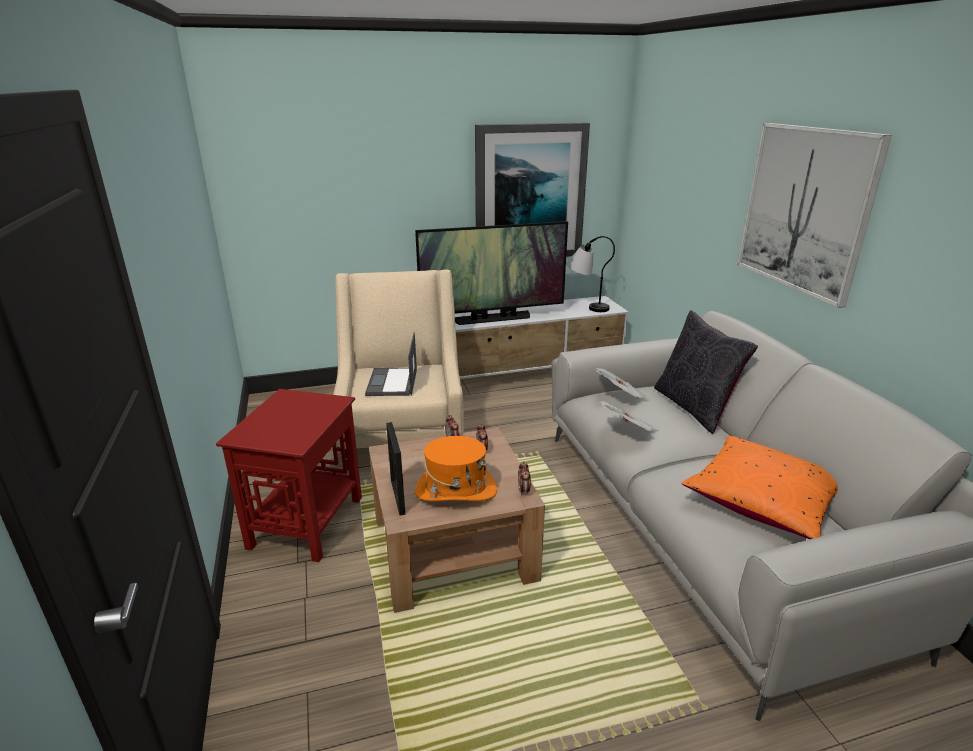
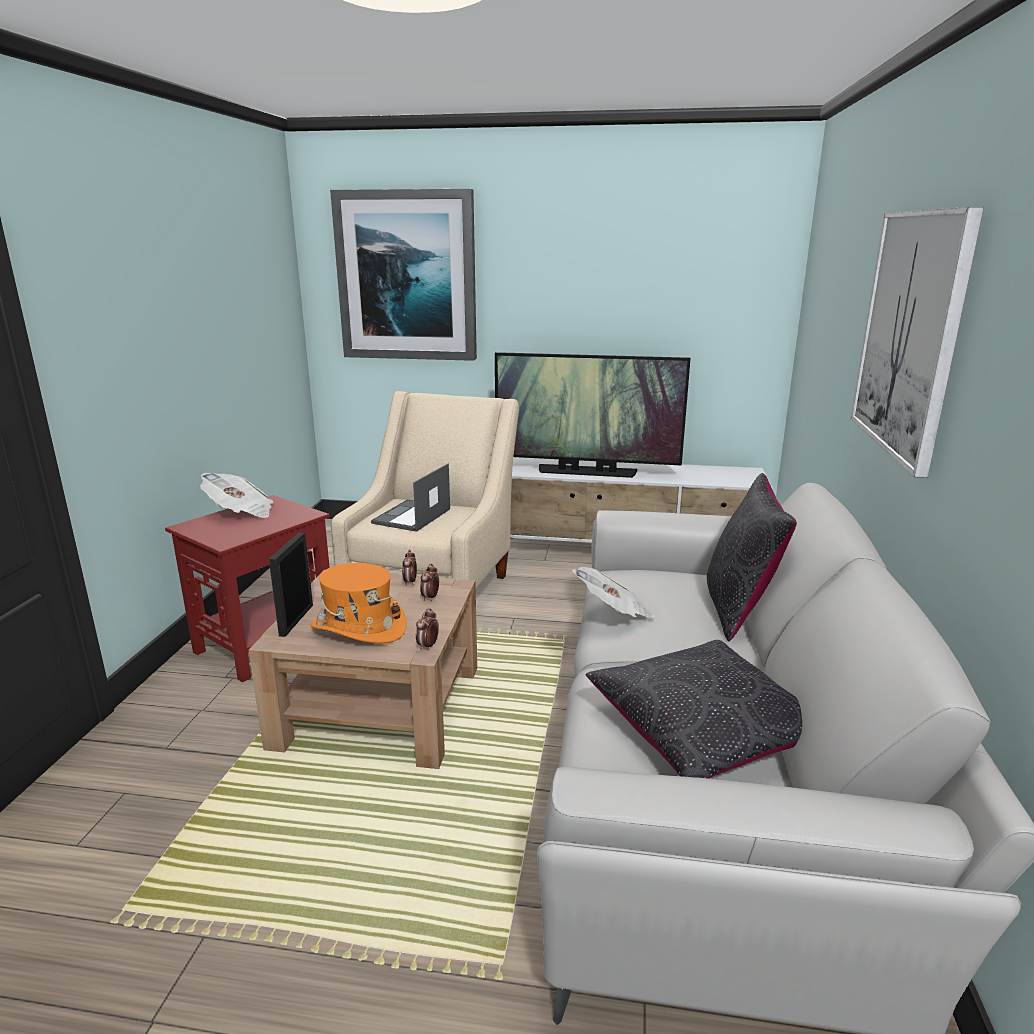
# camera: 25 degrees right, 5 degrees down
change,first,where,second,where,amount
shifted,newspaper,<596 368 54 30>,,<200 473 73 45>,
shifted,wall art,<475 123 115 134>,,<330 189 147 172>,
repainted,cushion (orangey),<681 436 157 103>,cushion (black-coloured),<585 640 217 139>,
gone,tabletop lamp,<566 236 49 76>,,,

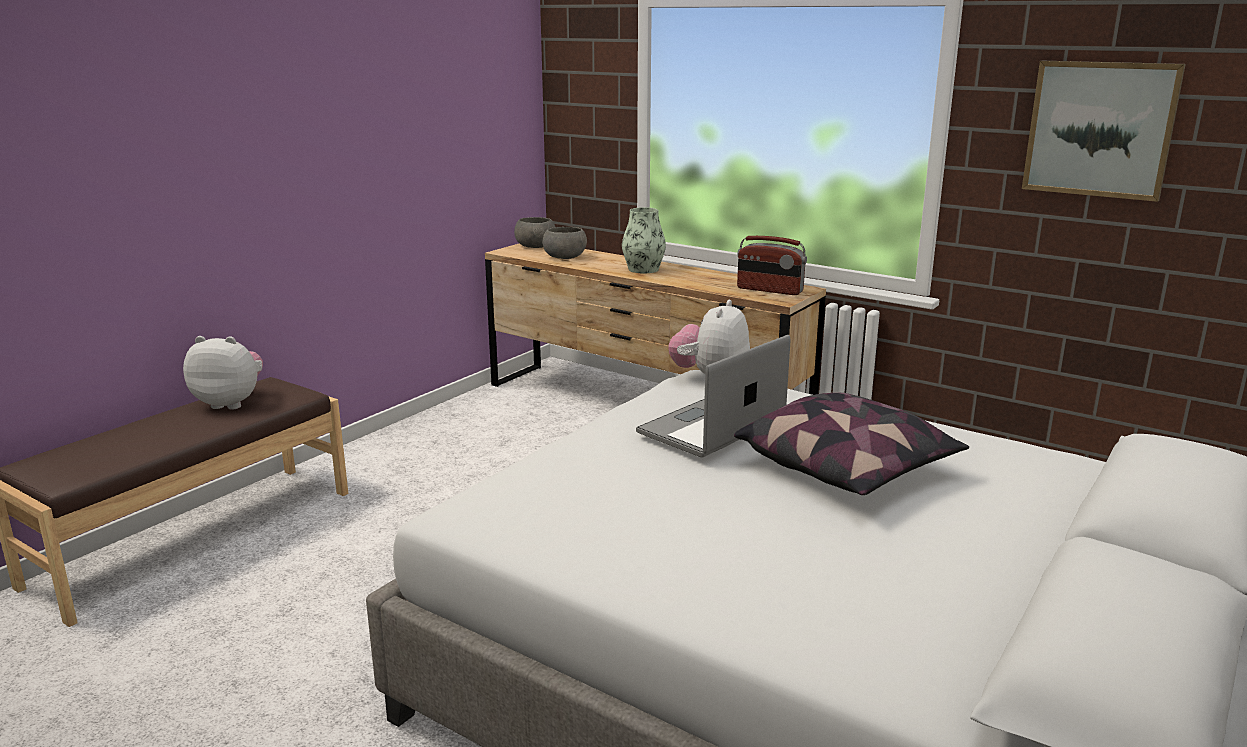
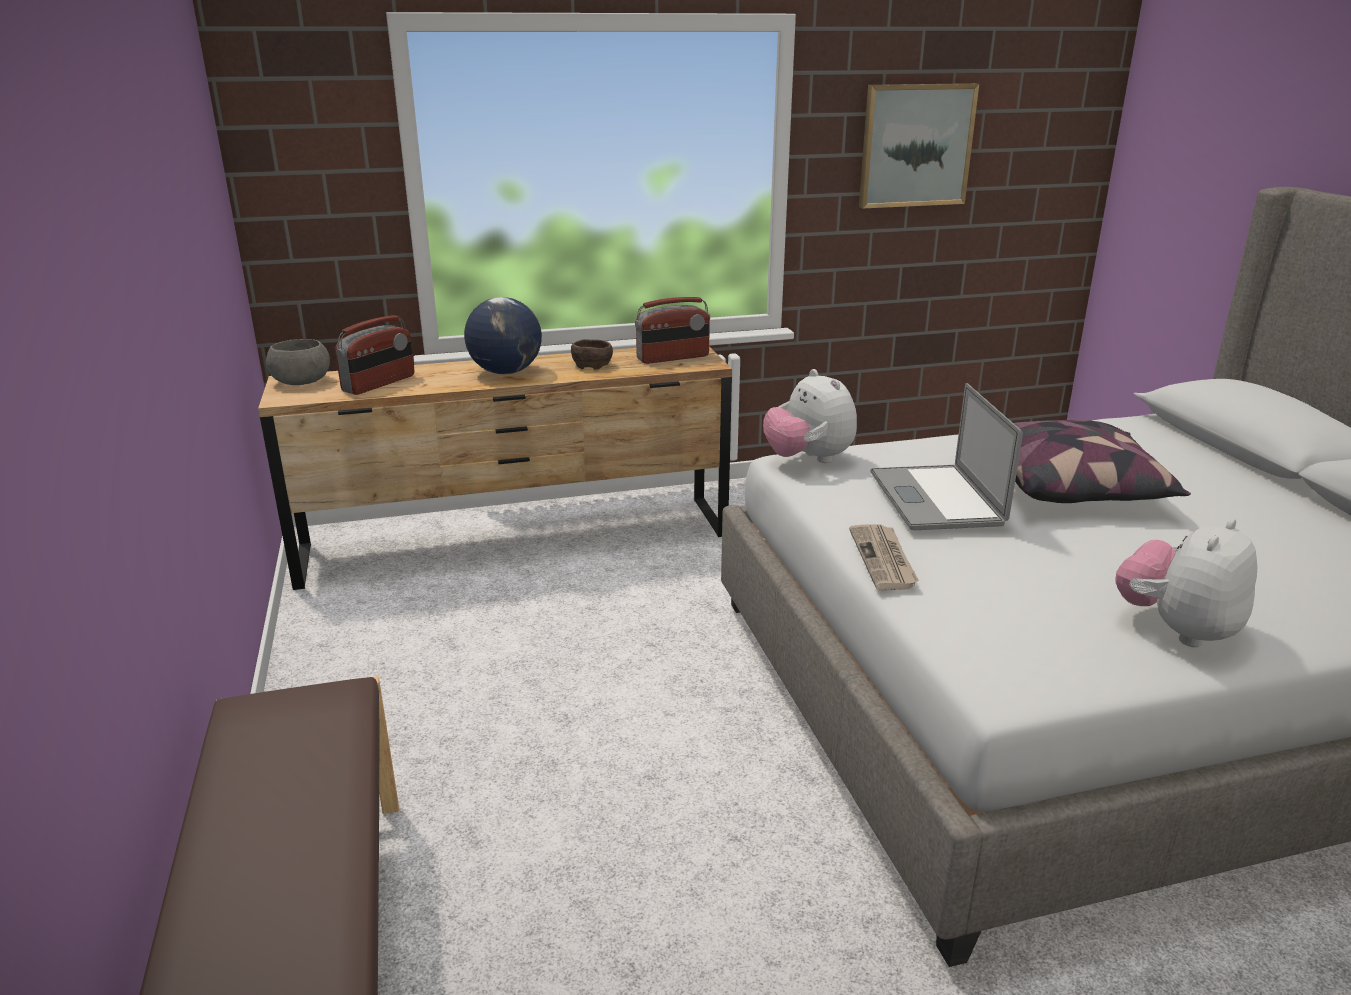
# camera: 50 degrees left, 5 degrees up
change,first,where,second,where,amount
swapped,bowl (gray),<543 227 44 32>,radio receiver,<335 315 79 80>,
swapped,flower vase,<622 207 44 66>,desk globe,<464 297 78 77>,
new,,,bowl (brown-coloured),<571 339 42 30>,
new,,,newspaper,<849 524 70 66>,
shifted,cuddly toy,<183 336 80 74>,,<1115 518 142 129>,

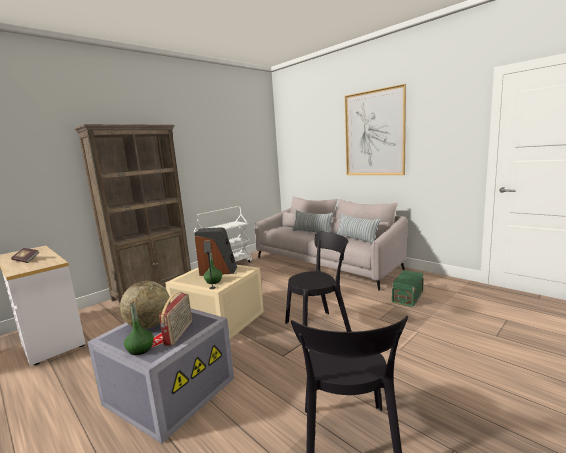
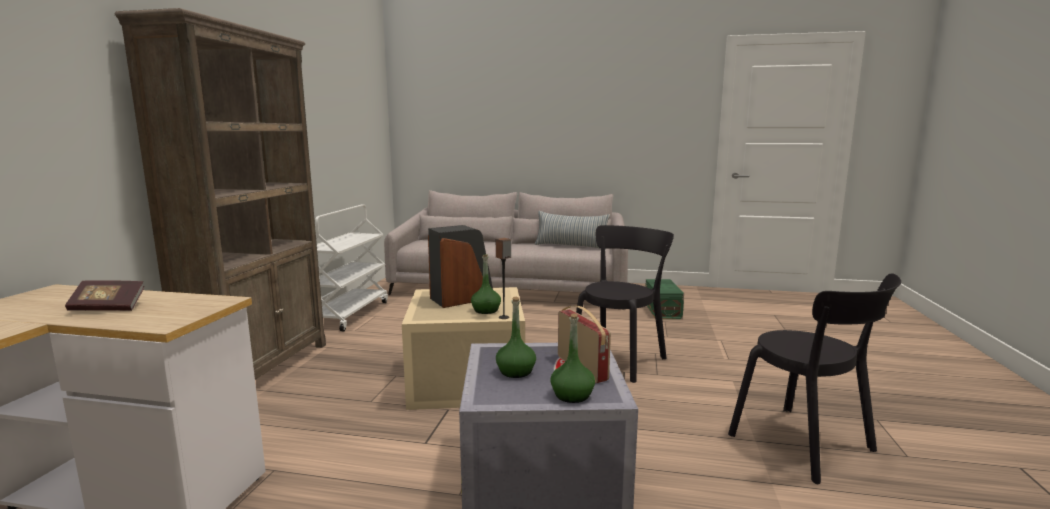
# camera: 35 degrees left, 0 degrees up
change,first,where,second,where,amount
swapped,desk globe,<120 281 51 48>,beverage bottle (green),<496 297 40 81>,
gone,cushion,<292 210 42 23>,,,
gone,wall art,<345 84 61 91>,,,

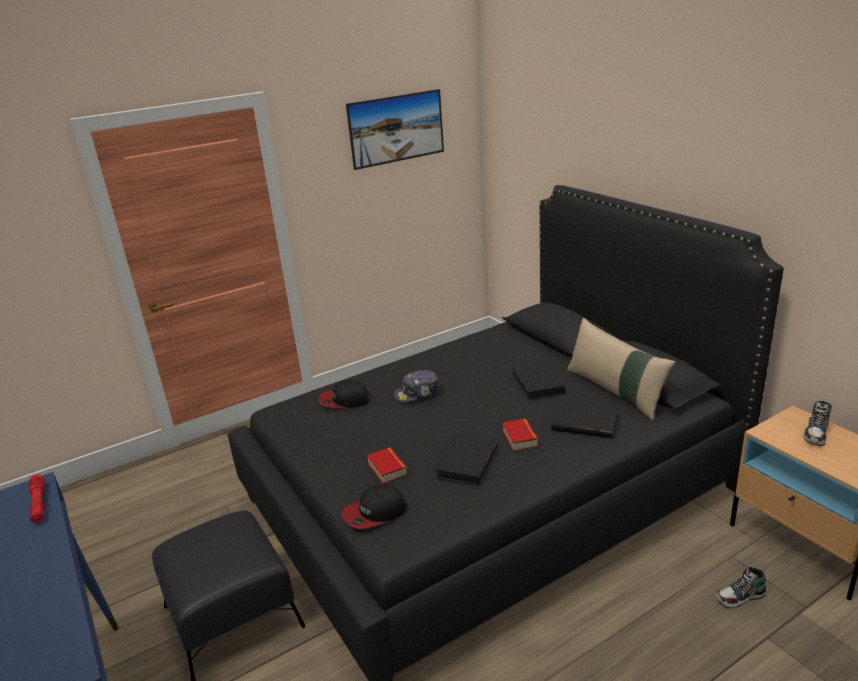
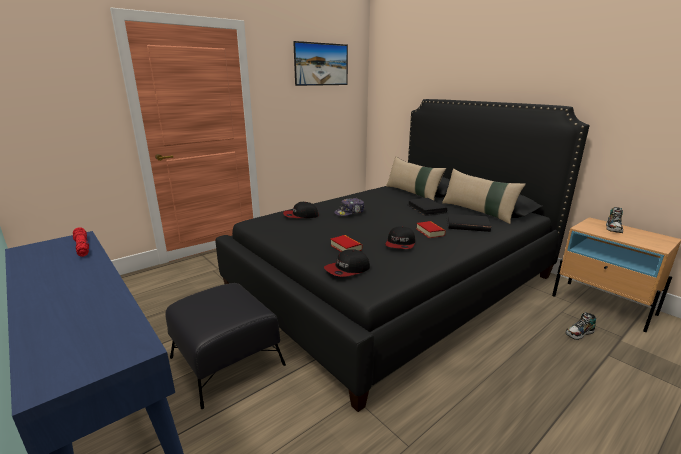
# camera: 10 degrees left, 5 degrees down
change,first,where,second,where,amount
swapped,book (black-coloured),<434 434 64 51>,baseball cap,<385 226 30 23>,
new,,,cushion (beige),<386 156 60 45>,

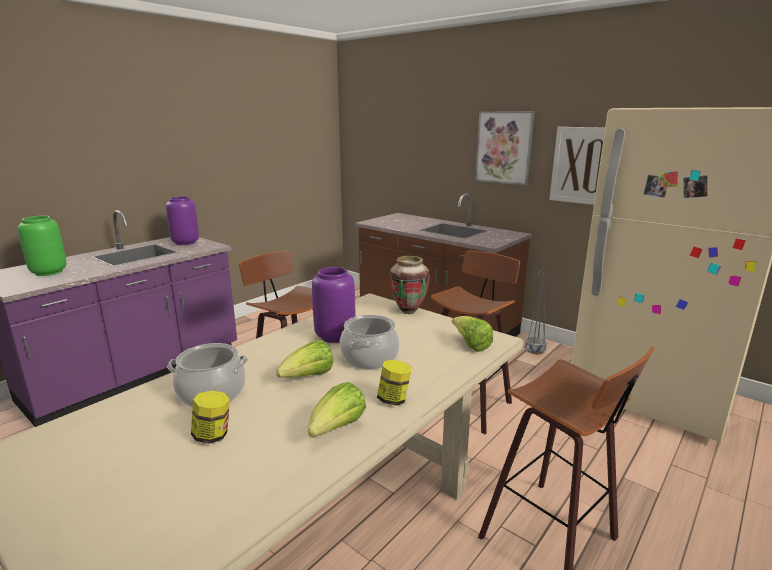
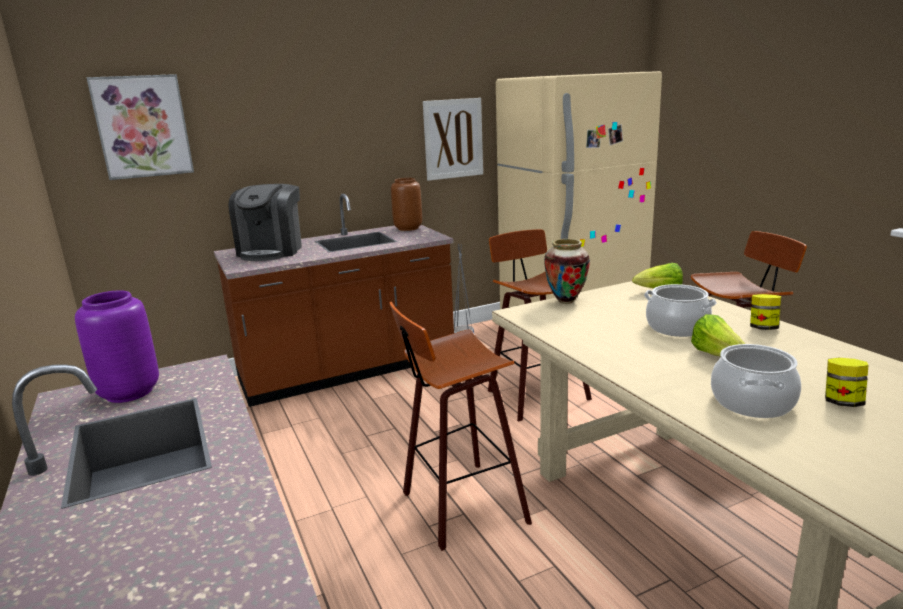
# camera: 65 degrees left, 0 degrees up
change,first,where,second,where,amount
shifted,wall art,<475 111 60 75>,,<86 74 108 106>,
new,,,coffee brewer,<228 184 74 77>,
new,,,flower vase (brown-coloured),<391 178 31 53>,
gone,flower vase (green),<18 216 49 60>,,,
gone,lettuce,<308 382 58 55>,,,
gone,flower vase (purple-coloured),<312 267 43 76>,,,

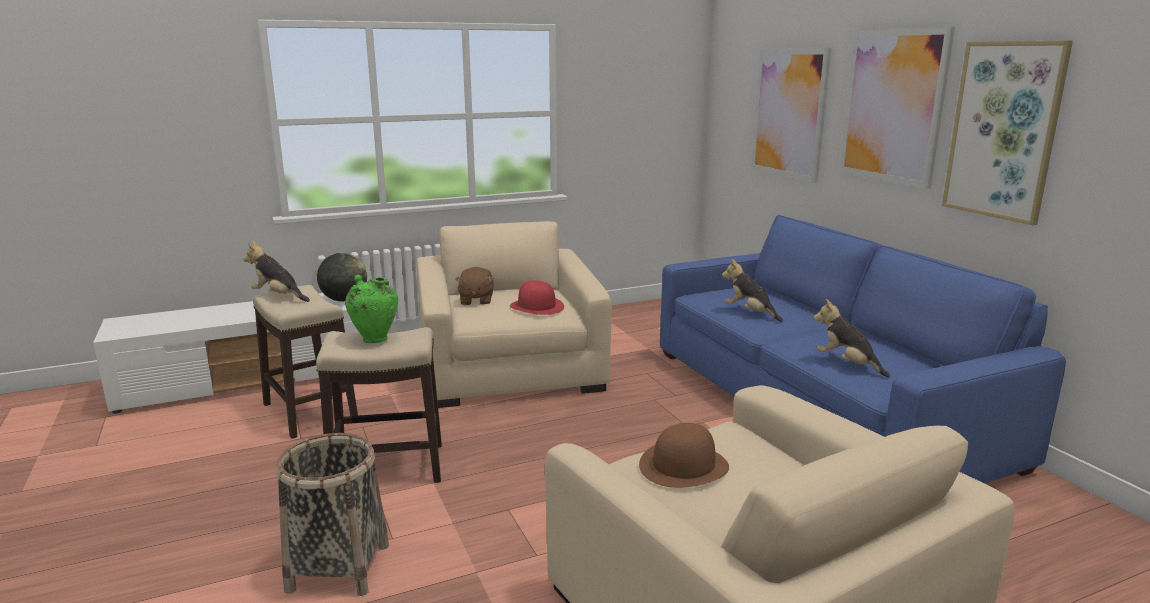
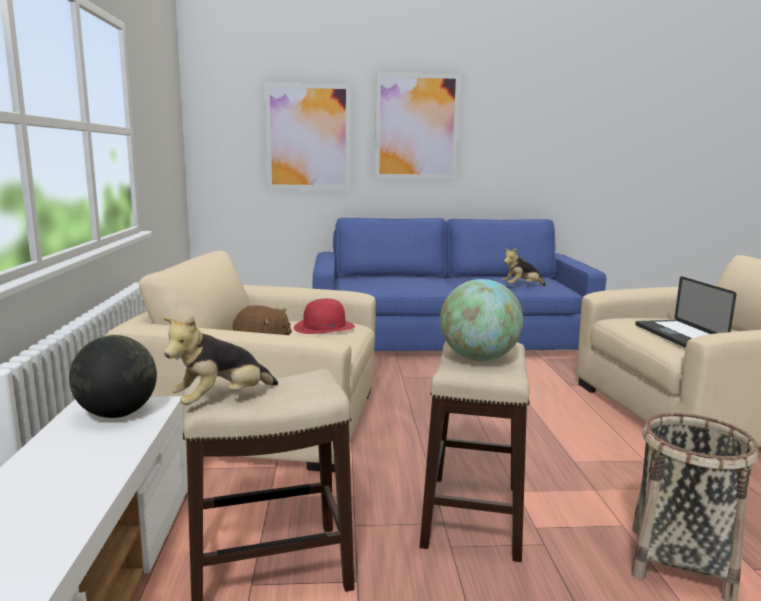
# camera: 70 degrees left, 5 degrees down
change,first,where,second,where,amount
swapped,flower vase (green),<345 275 53 68>,desk globe,<440 279 83 82>,
swapped,clothing hat (brown-coloured),<639 423 90 65>,laptop,<635 276 101 71>,
gone,cuddly toy,<722 259 61 63>,,,
gone,wall art,<942 40 131 185>,,,

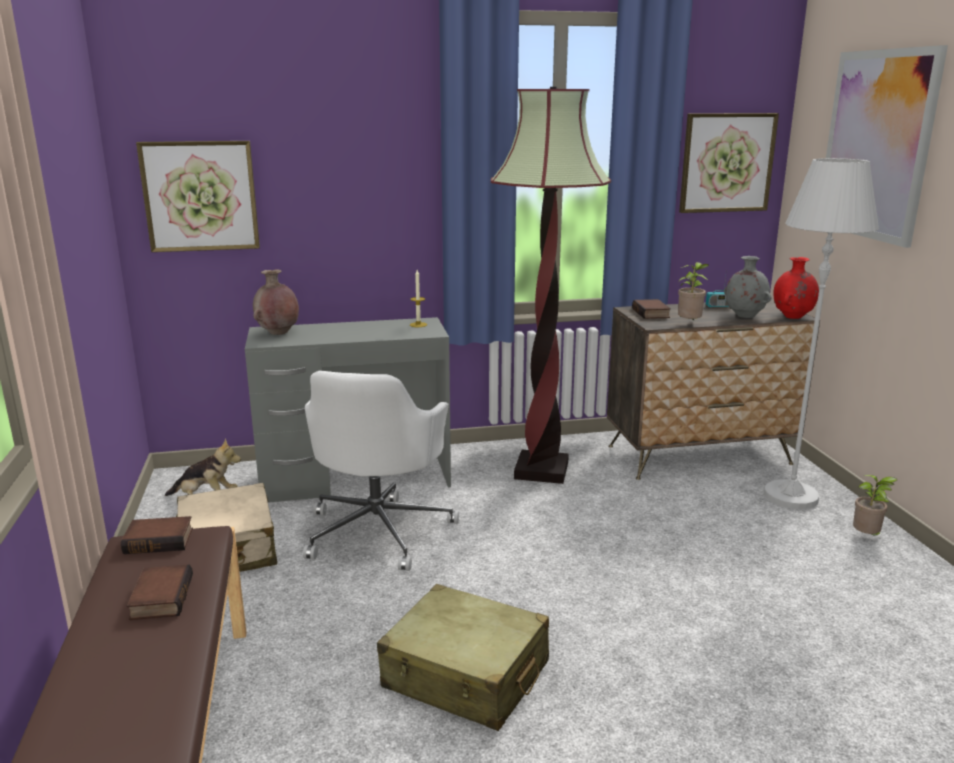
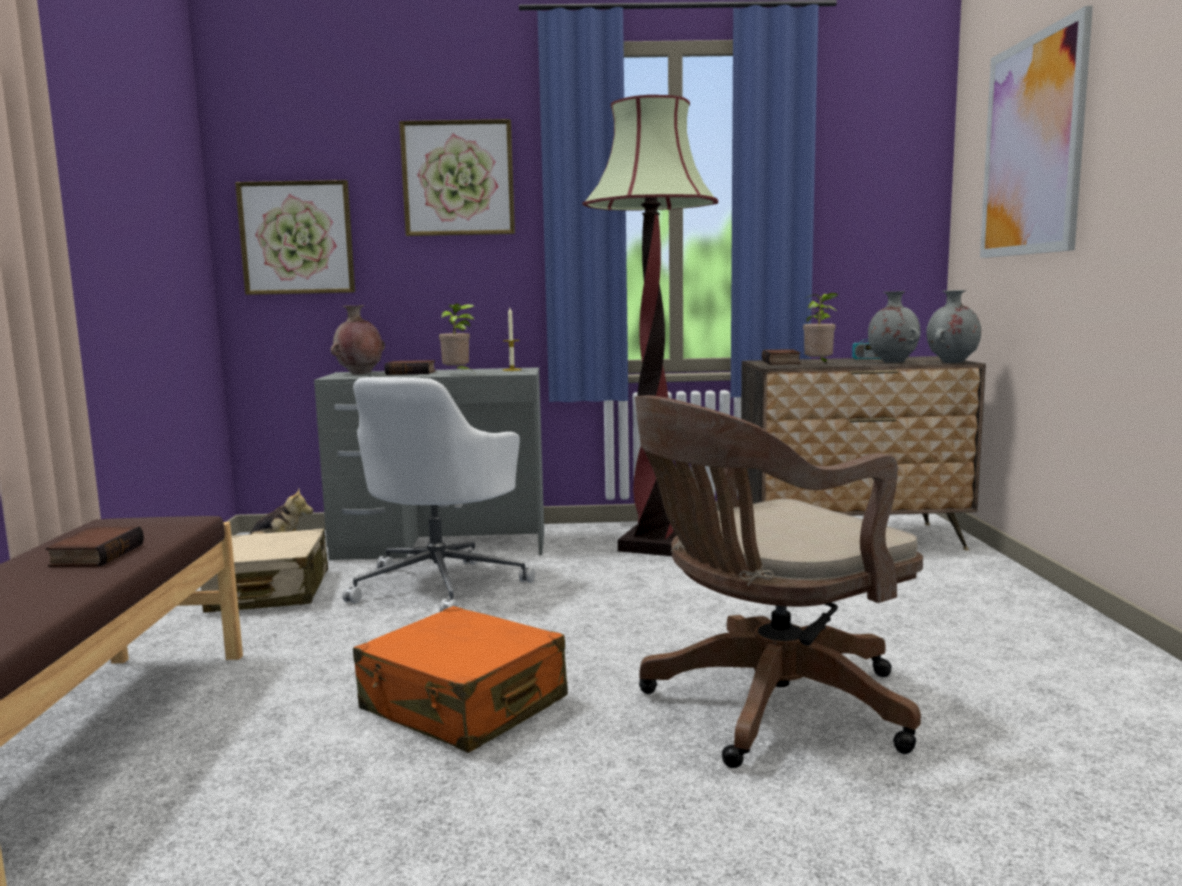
# camera: 10 degrees right, 10 degrees down
change,first,where,second,where,amount
repainted,travel case (beige),<377 584 172 147>,travel case (orangey),<353 606 215 147>,
shifted,book,<121 516 72 38>,,<385 360 51 15>,
shifted,wall art,<679 113 100 100>,,<399 119 116 117>,
shifted,plant in a pot,<853 475 44 61>,,<439 304 35 68>,
new,,,computer chair (brown-coloured),<635 395 288 373>,
repainted,flower vase (red-coloured),<773 257 46 62>,flower vase (gray),<926 290 55 73>,
gone,standard lamp (white),<764 158 115 351>,,,

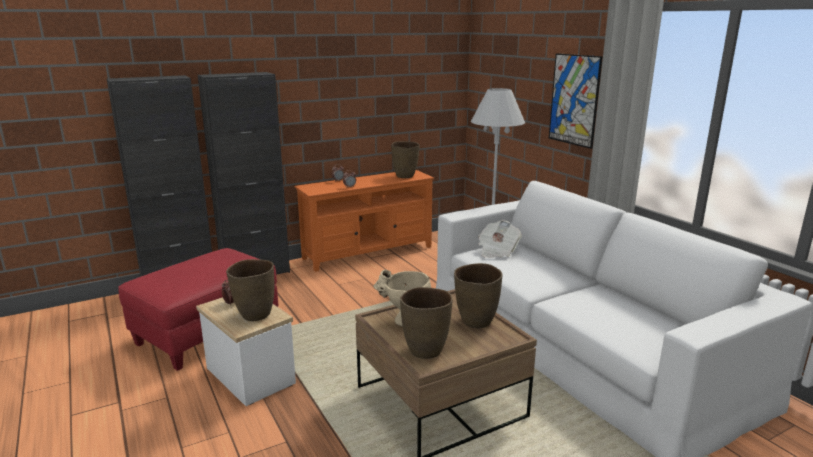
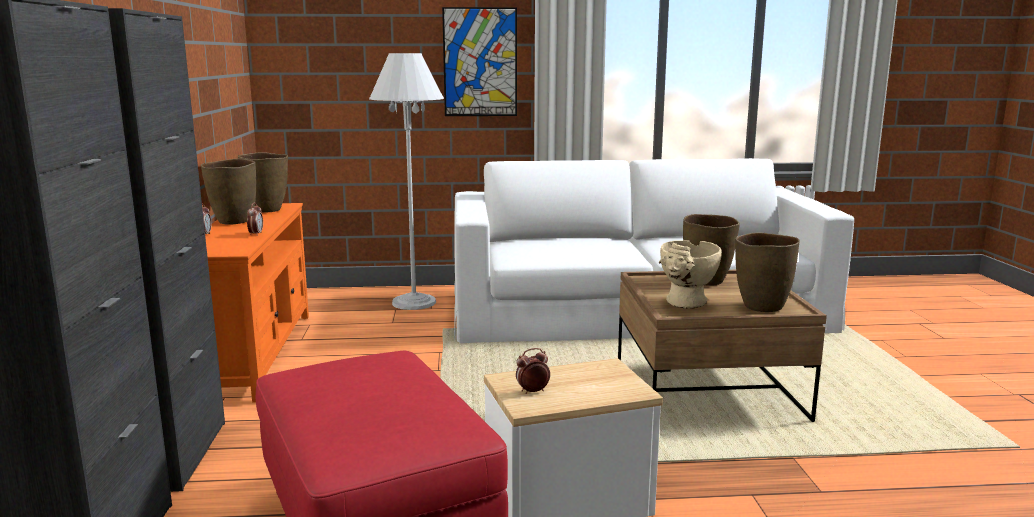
# camera: 65 degrees left, 5 degrees down
change,first,where,second,where,amount
shifted,flower vase (brown-coloured),<226 259 48 62>,,<201 159 55 65>,
gone,newspaper,<478 220 44 38>,,,

